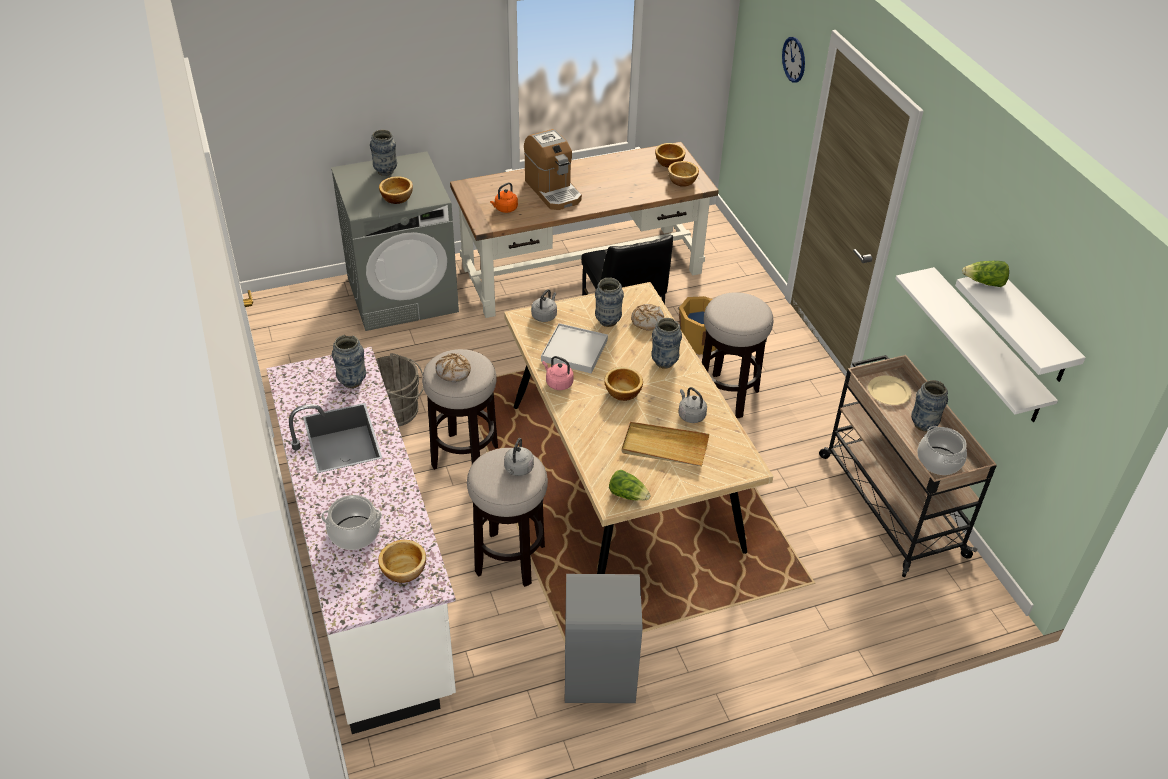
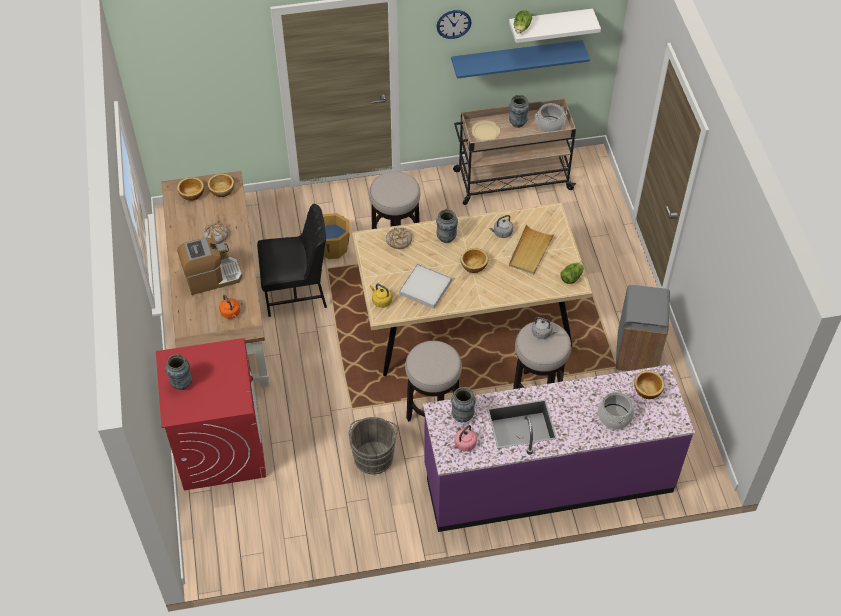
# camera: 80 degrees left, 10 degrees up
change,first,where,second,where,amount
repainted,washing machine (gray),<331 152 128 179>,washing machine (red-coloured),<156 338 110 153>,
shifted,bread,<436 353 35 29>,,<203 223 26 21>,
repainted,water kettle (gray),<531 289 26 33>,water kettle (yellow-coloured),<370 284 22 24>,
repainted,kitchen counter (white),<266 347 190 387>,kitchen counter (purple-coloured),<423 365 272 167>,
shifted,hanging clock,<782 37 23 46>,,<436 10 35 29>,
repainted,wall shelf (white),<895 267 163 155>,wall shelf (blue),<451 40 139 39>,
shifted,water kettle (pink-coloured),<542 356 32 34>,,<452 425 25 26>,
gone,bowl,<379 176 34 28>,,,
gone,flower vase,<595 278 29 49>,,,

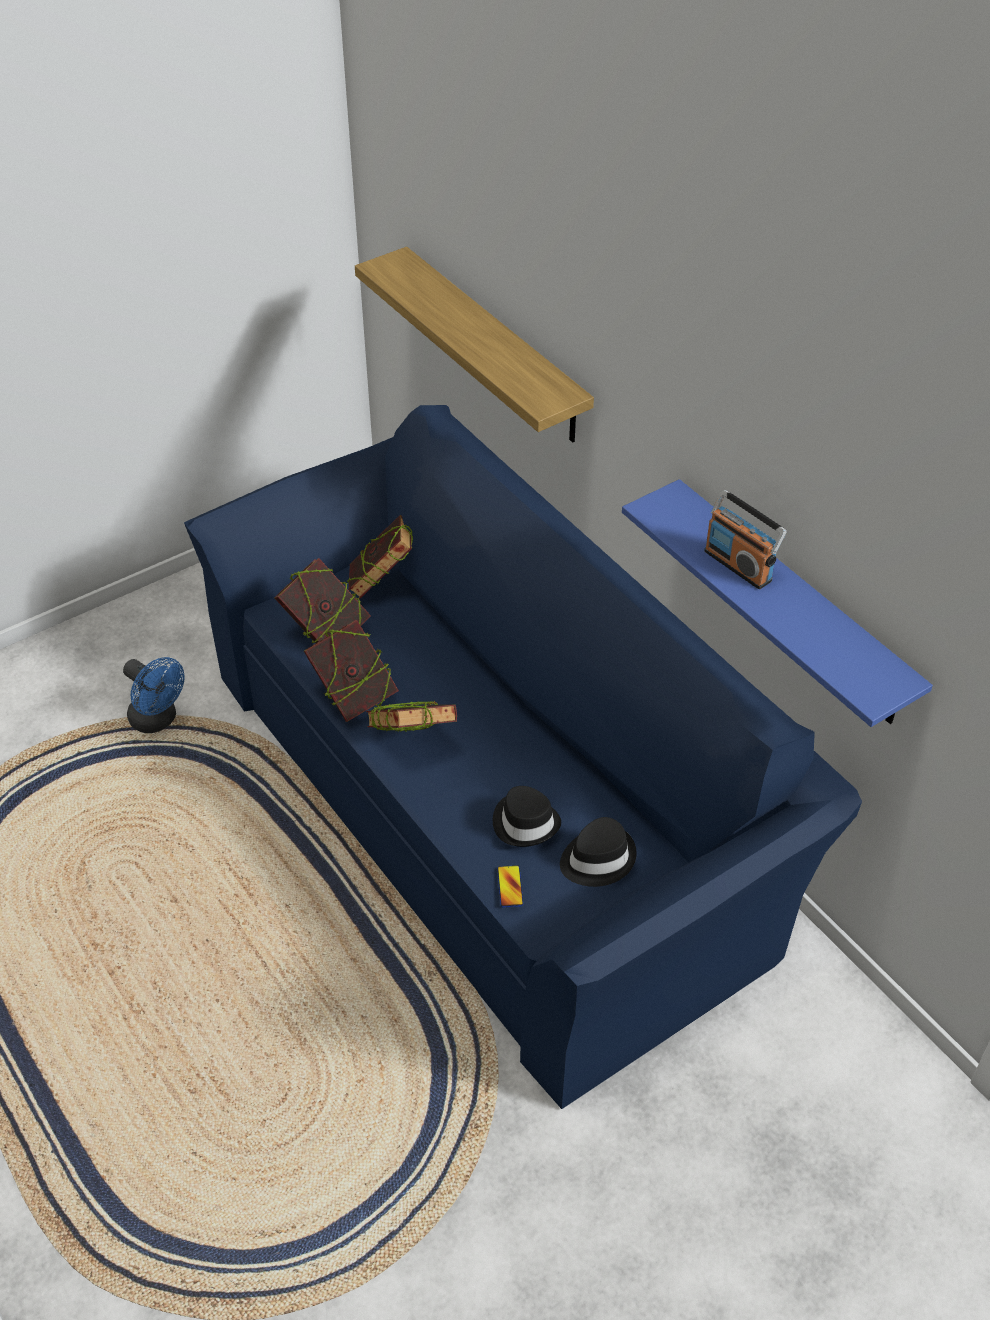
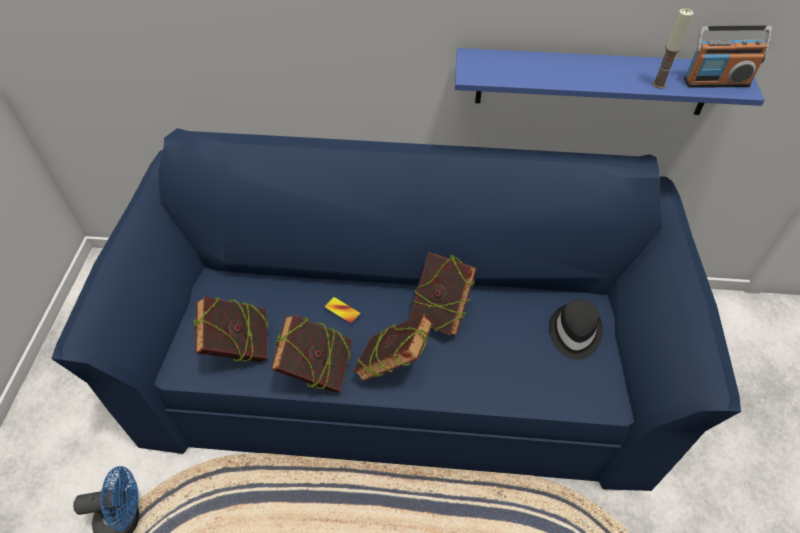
# camera: 50 degrees left, 5 degrees up
change,first,where,second,where,amount
shifted,telephone,<497 865 26 42>,,<324 297 37 28>,
shifted,book,<347 515 66 84>,,<409 253 68 82>,
new,,,wax light,<652 8 41 81>,
shifted,radio receiver,<704 490 83 99>,,<684 26 88 62>,
gone,wall shelf,<355 247 239 195>,,,
gone,clothing hat (black-coloured),<493 786 68 61>,,,

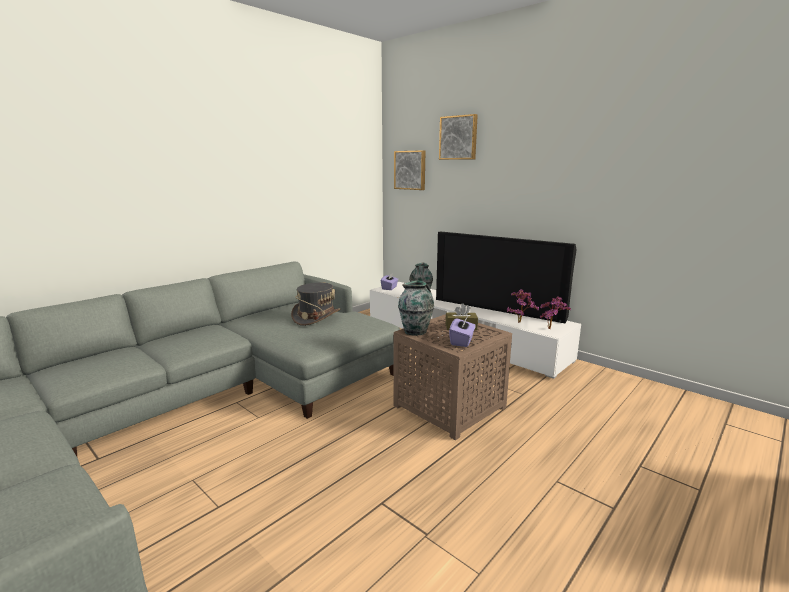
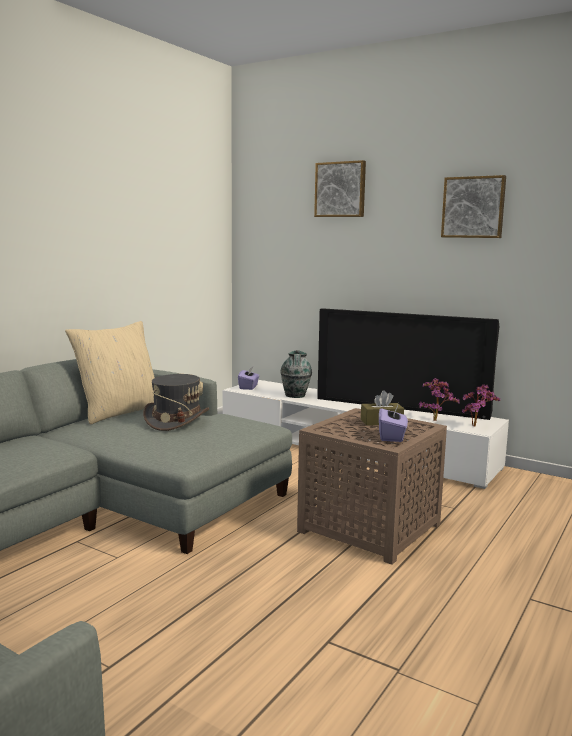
# camera: 10 degrees left, 5 degrees down
change,first,where,second,where,amount
new,,,cushion (beige),<65 321 90 103>,
shifted,wall art,<394 150 31 40>,,<441 175 65 63>,
gone,flower vase,<398 280 36 56>,,,

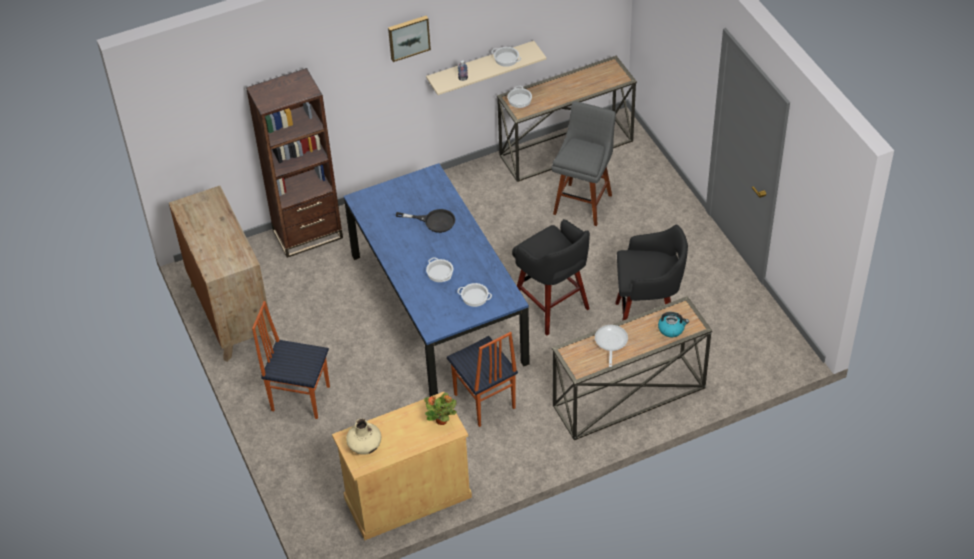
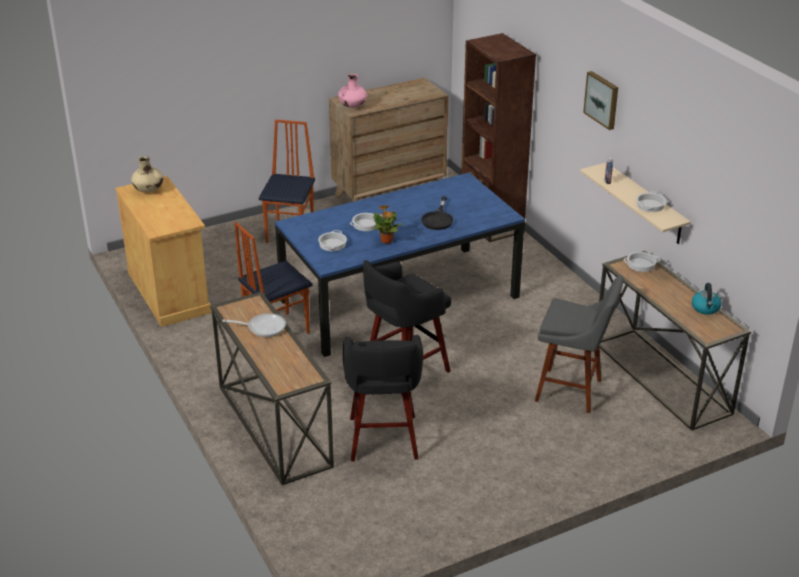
# camera: 85 degrees right, 15 degrees down
change,first,where,second,where,amount
new,,,flower vase (pink-coloured),<338 74 29 34>,
shifted,plant in a pot,<424 393 33 32>,,<372 205 31 38>,
shifted,water kettle,<658 312 31 25>,,<692 283 30 32>,

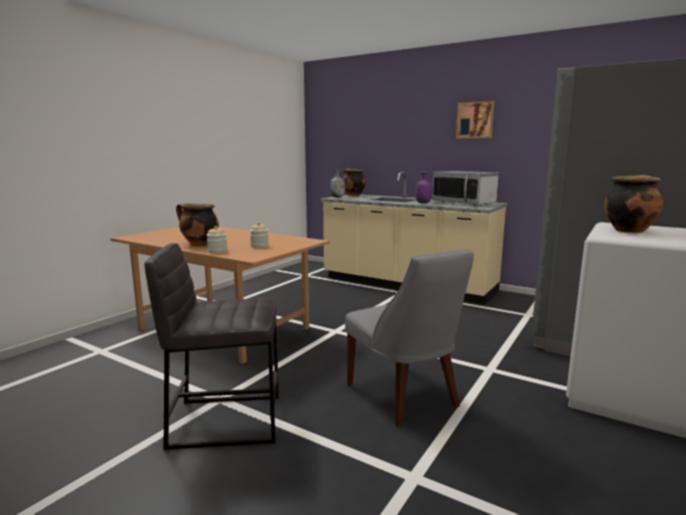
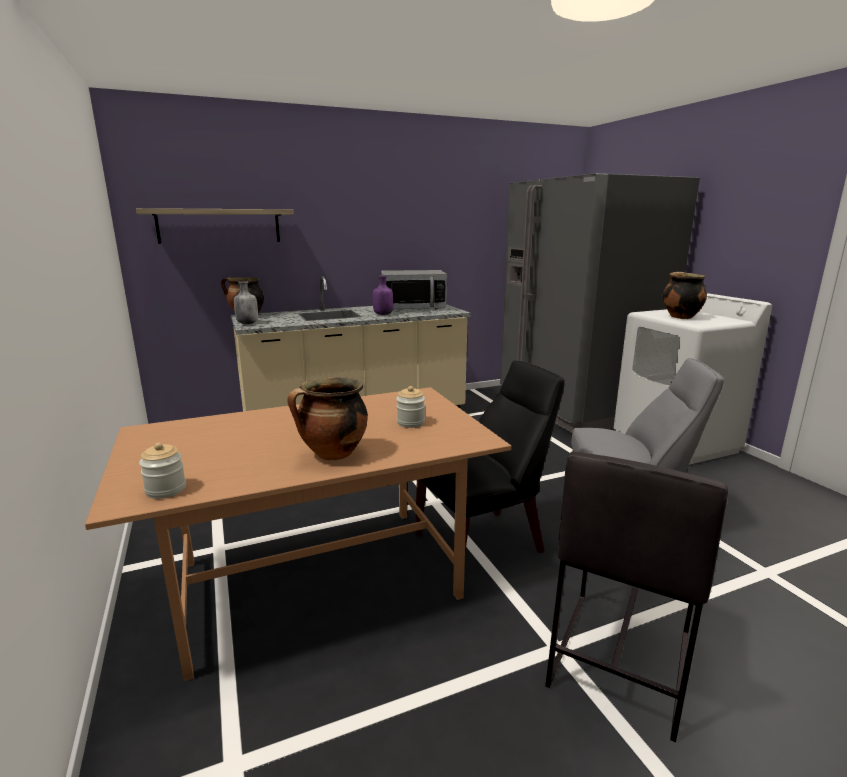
# camera: 55 degrees left, 5 degrees up
change,first,where,second,where,amount
new,,,wall shelf,<136 208 158 36>,
shifted,storage jar,<207 226 20 27>,,<139 443 47 56>,
new,,,upright chair (black-coloured),<415 361 150 192>,
gone,wall art,<456 100 38 39>,,,

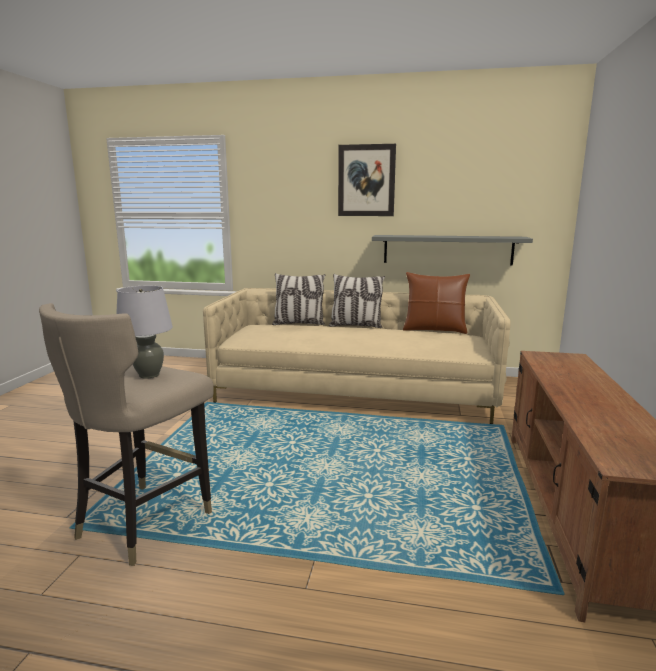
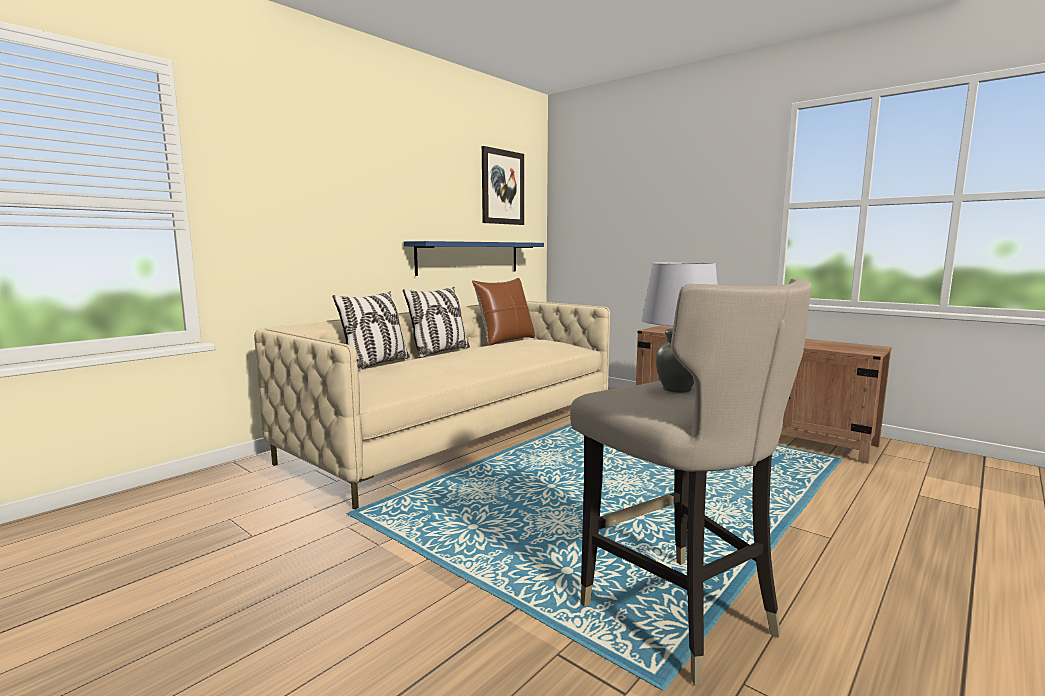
# camera: 60 degrees left, 5 degrees down
change,first,where,second,where,amount
repainted,wall shelf (gray),<372 235 161 31>,wall shelf (blue),<404 241 140 35>,
shifted,wall art,<338 144 58 72>,,<482 146 42 79>,

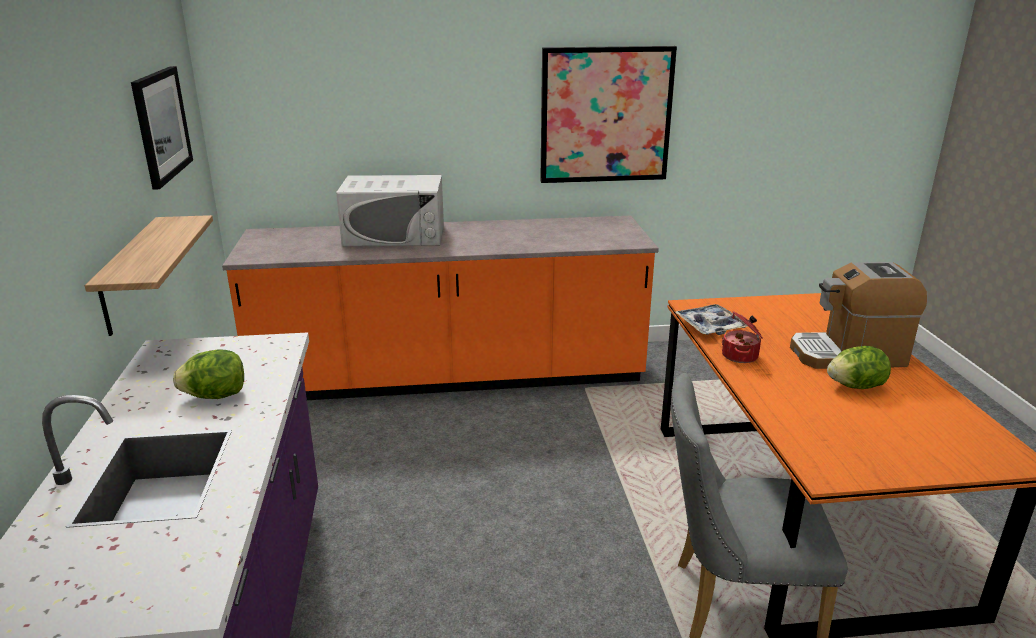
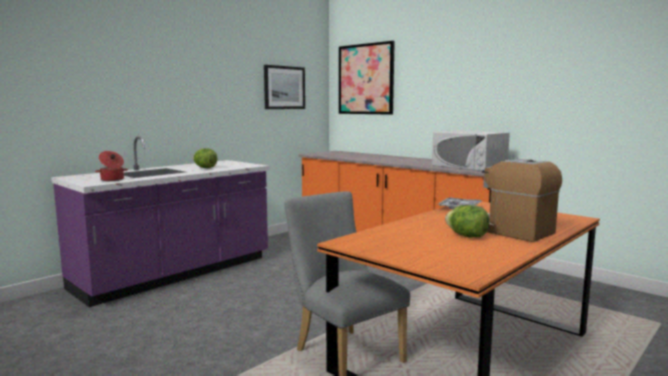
# camera: 50 degrees right, 15 degrees down
change,first,where,second,where,amount
shifted,saucepot,<722 311 41 52>,,<95 151 33 30>,
shifted,wall art,<540 46 137 137>,,<339 41 56 74>,
shifted,microwave oven (white),<336 175 108 71>,,<432 130 78 41>,
gone,wall shelf,<85 215 128 121>,,,

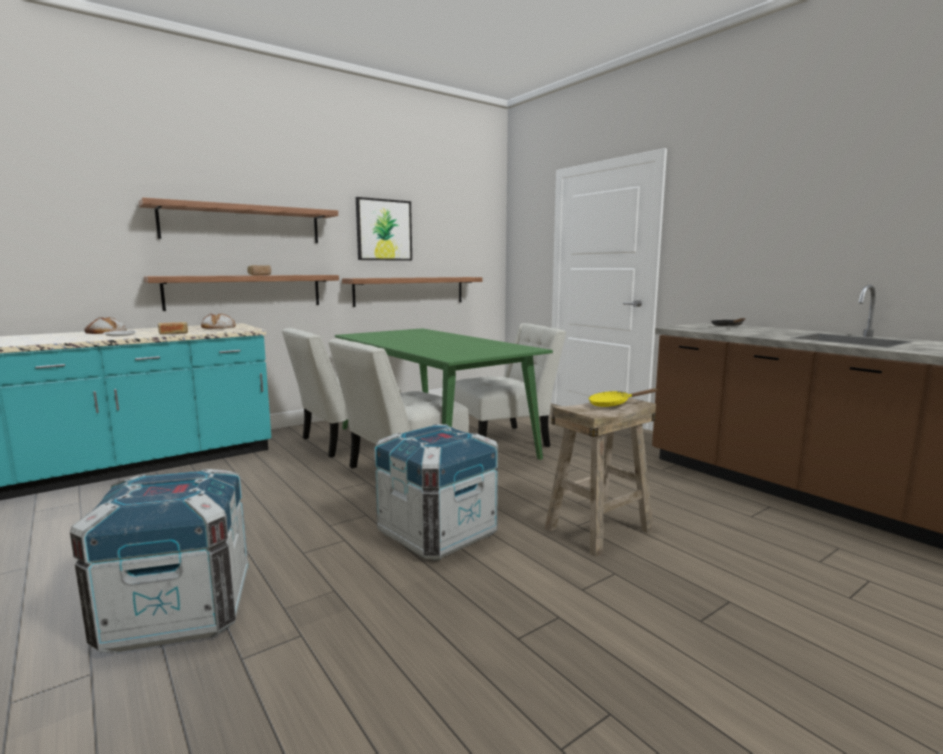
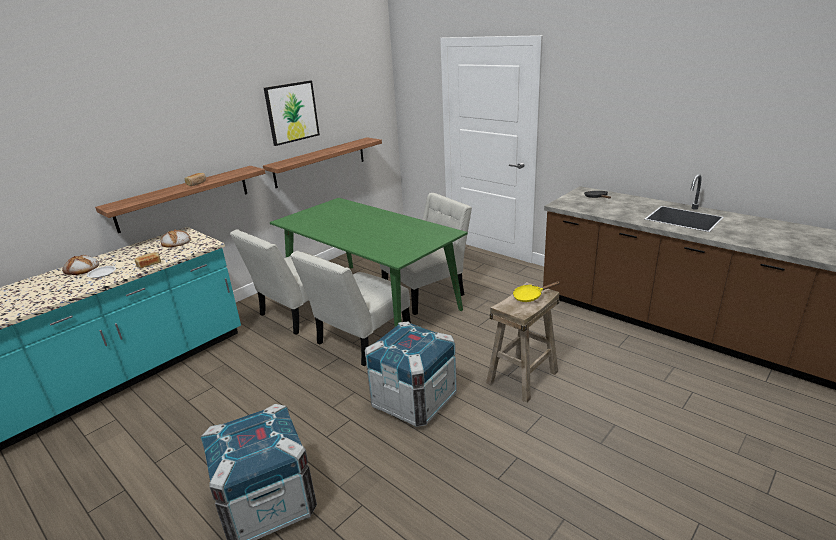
# camera: 10 degrees left, 15 degrees up
change,first,where,second,where,amount
gone,wall shelf,<138 197 200 46>,,,

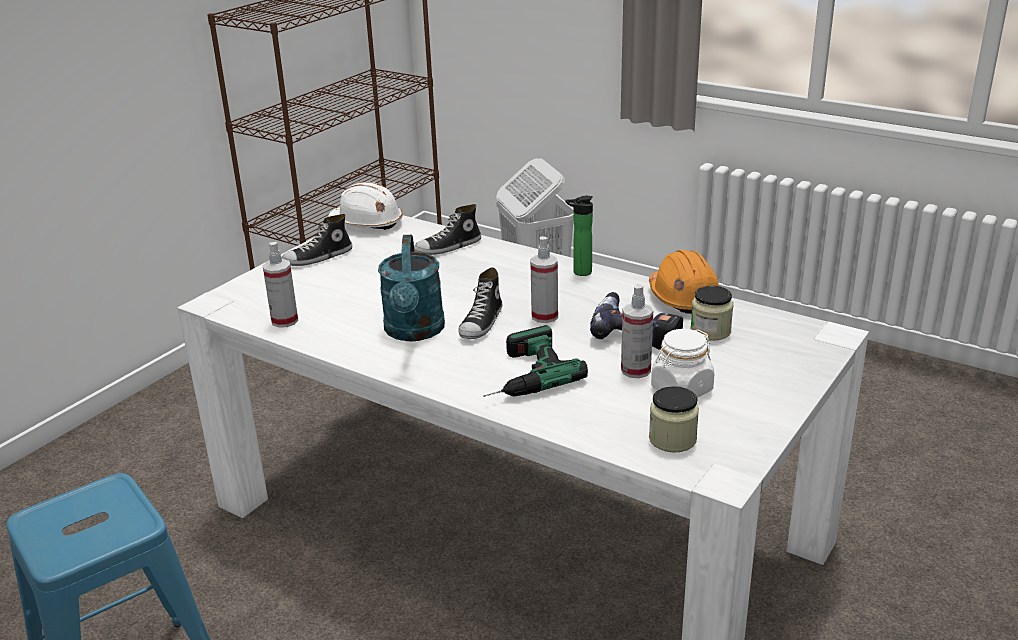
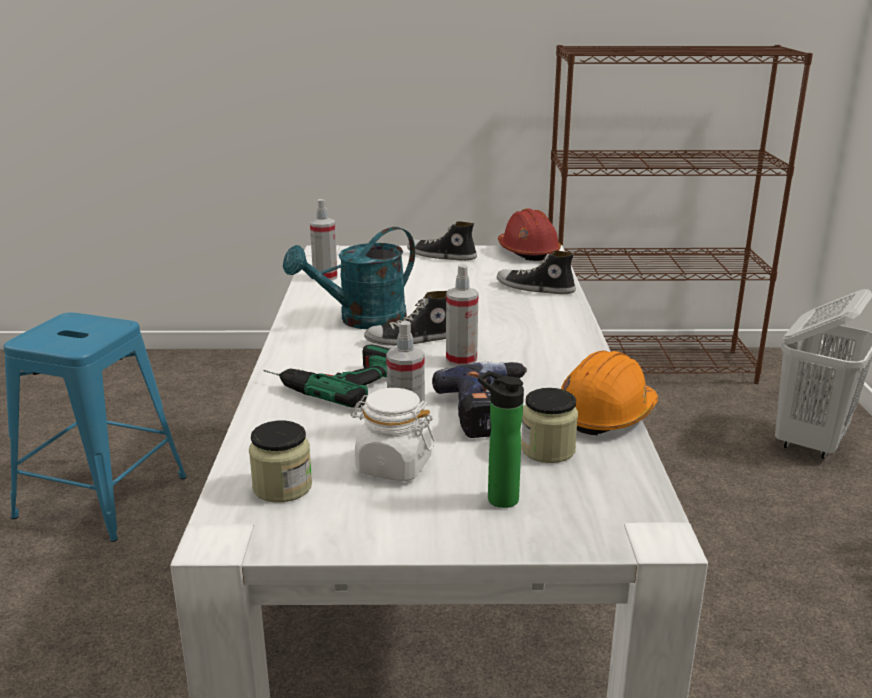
# camera: 55 degrees right, 5 degrees down
change,first,where,second,where,amount
shifted,beverage bottle,<565 196 28 80>,,<478 371 46 137>,
repainted,work helmet (white),<328 182 75 48>,work helmet (red-coloured),<498 208 63 53>,

